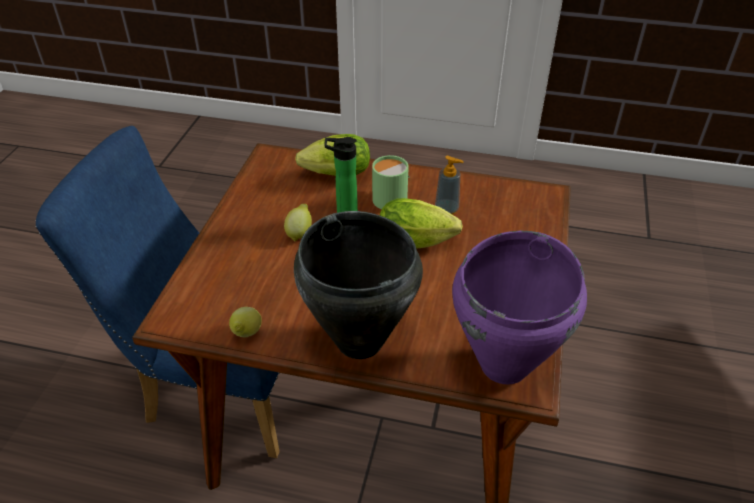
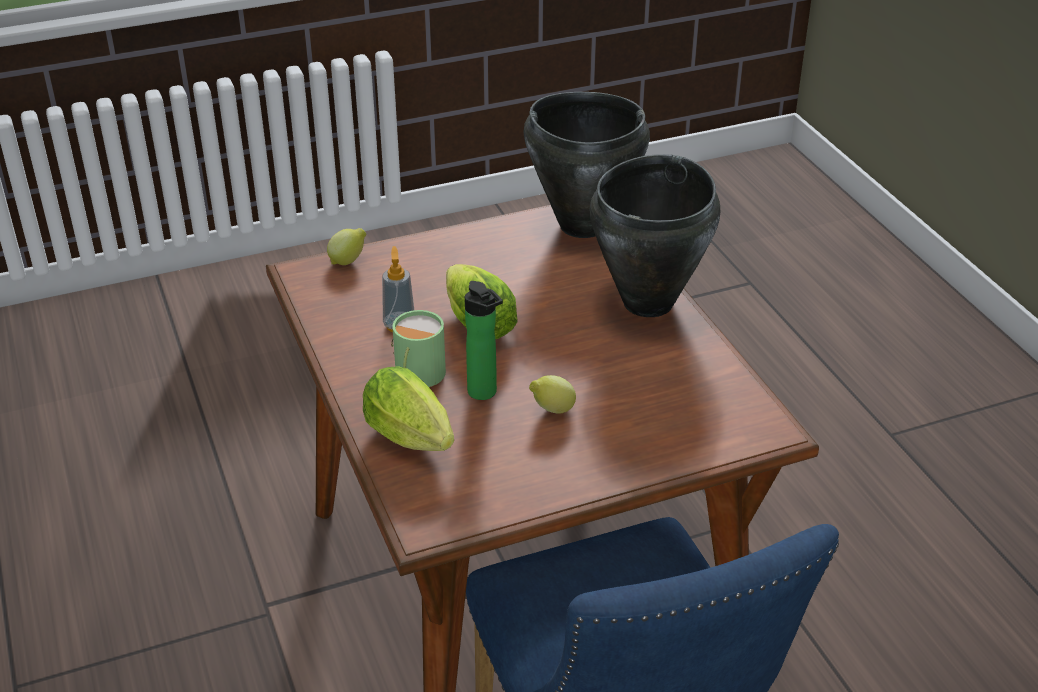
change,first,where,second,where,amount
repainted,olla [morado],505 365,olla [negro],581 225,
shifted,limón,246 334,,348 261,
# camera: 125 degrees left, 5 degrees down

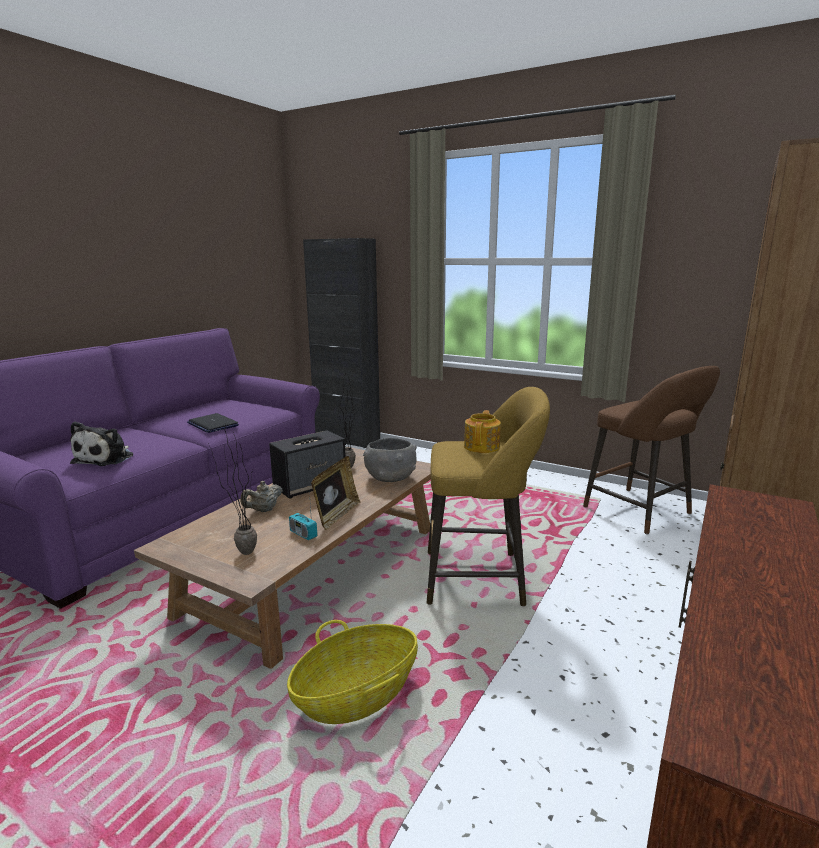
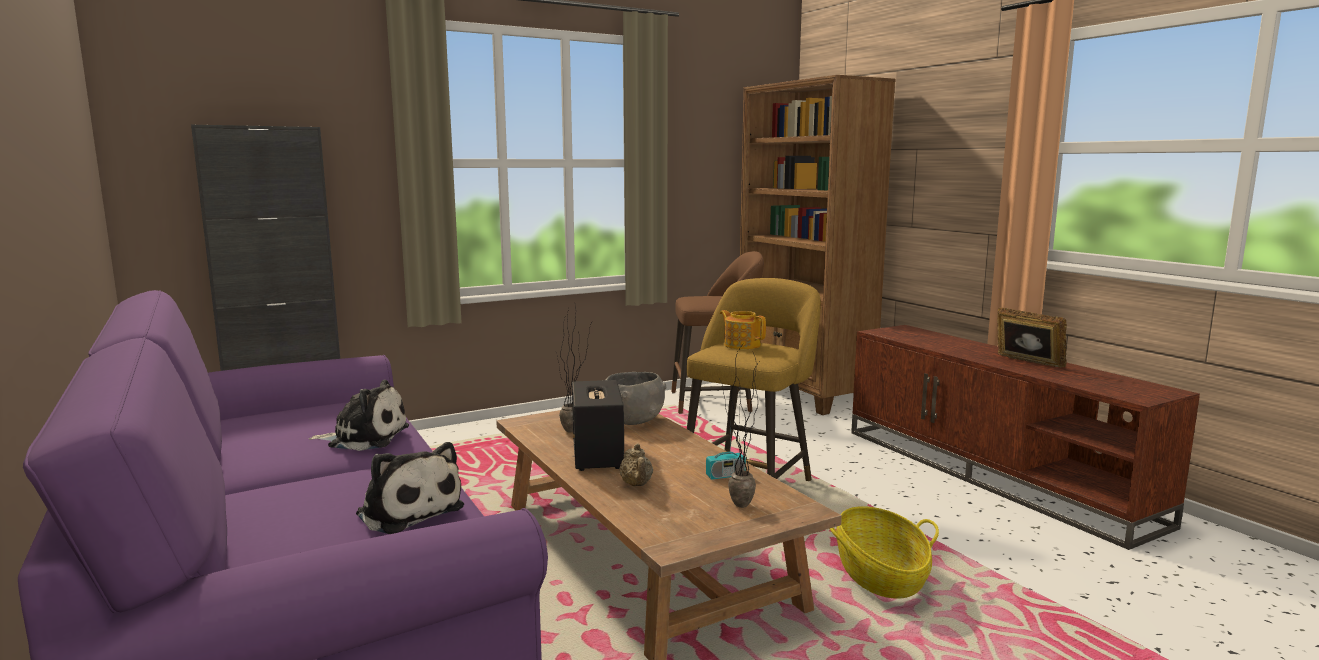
change,first,where,second,where,amount
swapped,portátil,212 424,peluche,364 437,
shifted,portarretratos,336 515,,1027 363,
# camera: 60 degrees left, 5 degrees down

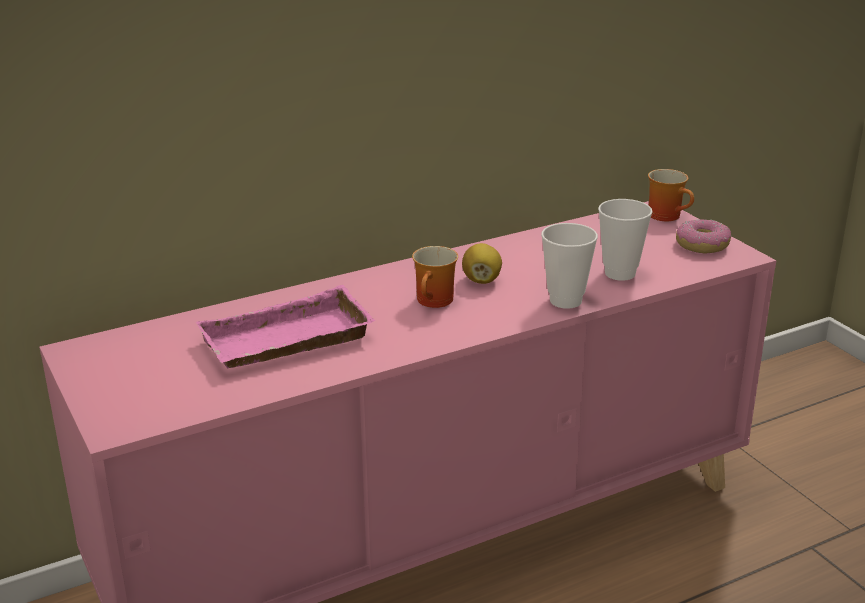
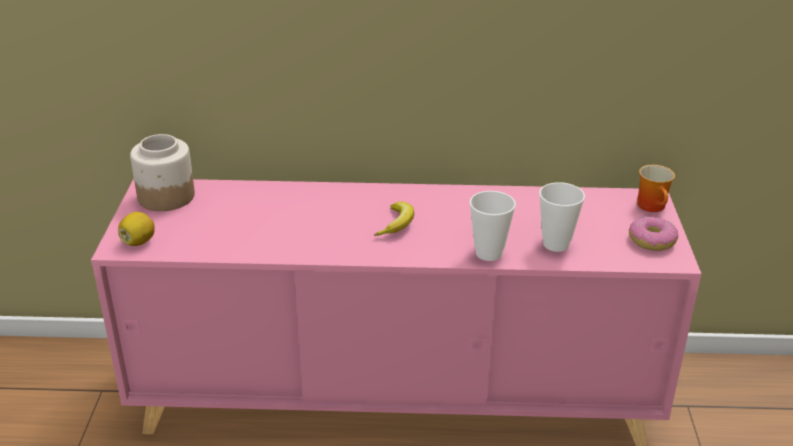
change,first,where,second,where,amount
shifted,limón,481 280,,138 242,
swapped,taza grande,436 302,plátano,397 224,
gone,bandeja [rosa],286 343,,,
new,,,tarro,165 197,
# camera: 30 degrees right, 5 degrees up

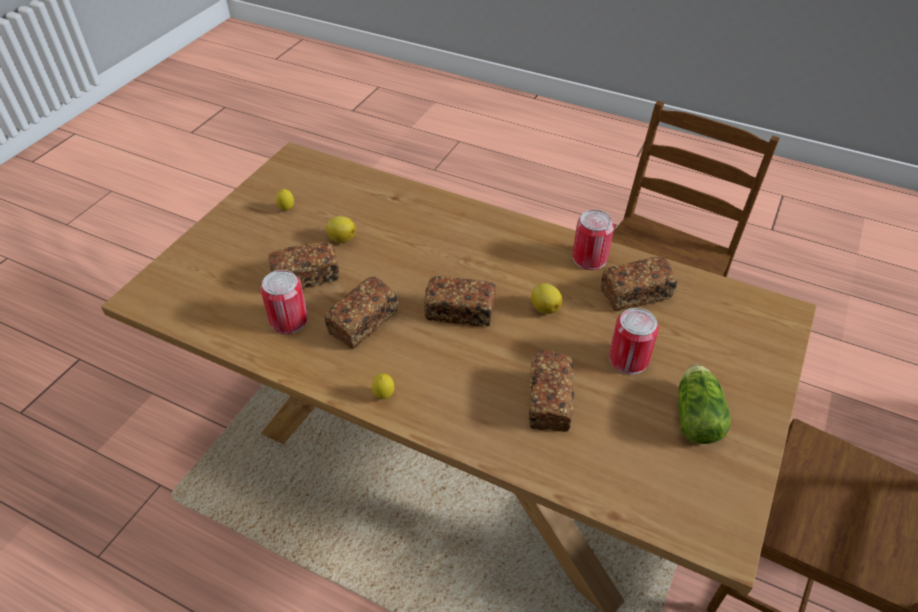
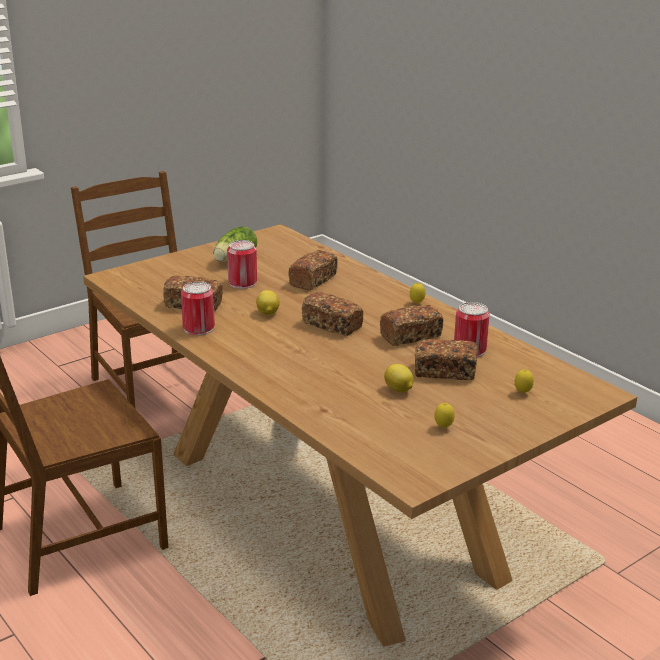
change,first,where,second,where,amount
new,,,limón,522 393,
# camera: 155 degrees left, 20 degrees down

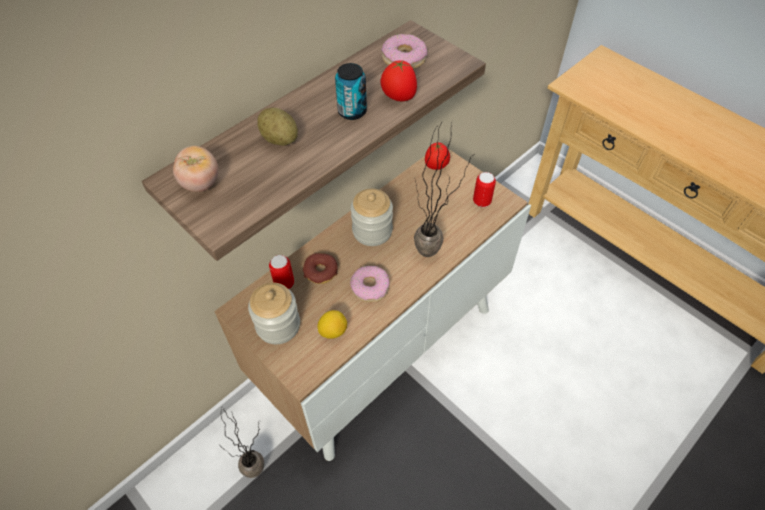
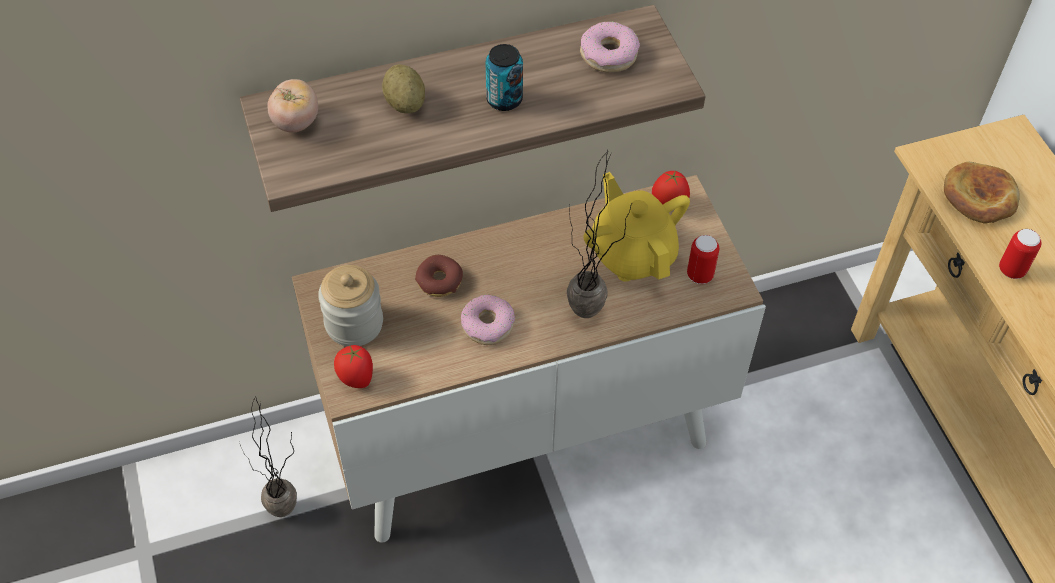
change,first,where,second,where,amount
shifted,tomate,398 97,,356 378,
gone,tarro,372 231,,,
shifted,lata,284 284,,1011 270,
gone,limón,333 331,,,
new,,,pan,979 196,
new,,,tetera [amarillo],632 254,
# camera: 25 degrees right, 0 degrees up

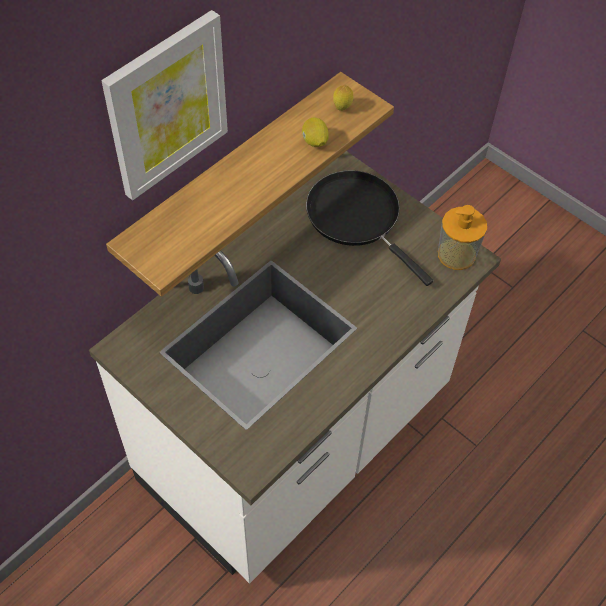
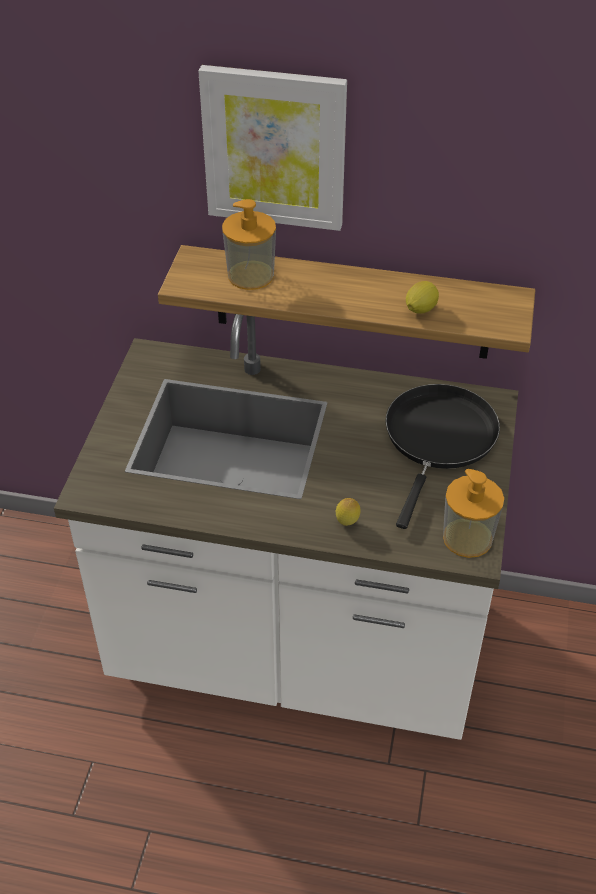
change,first,where,second,where,amount
shifted,limón,342 108,,347 523,
new,,,dispensador de jabón,250 275,
# camera: 60 degrees right, 10 degrees down

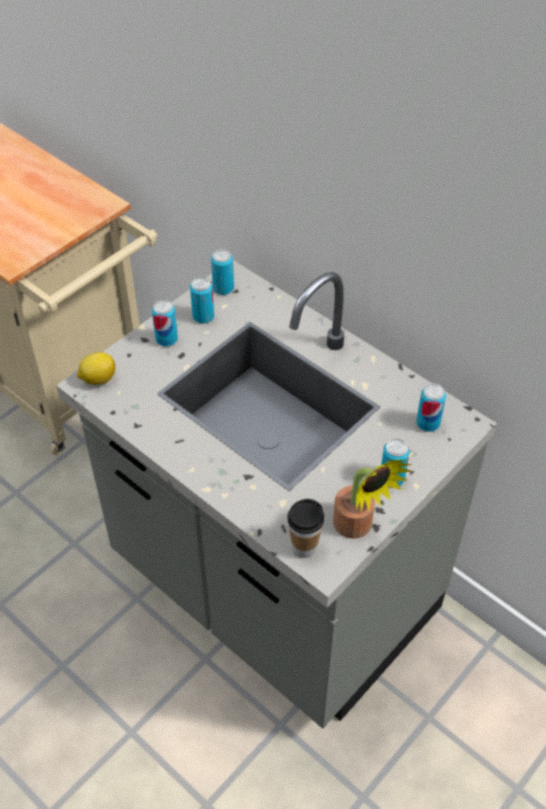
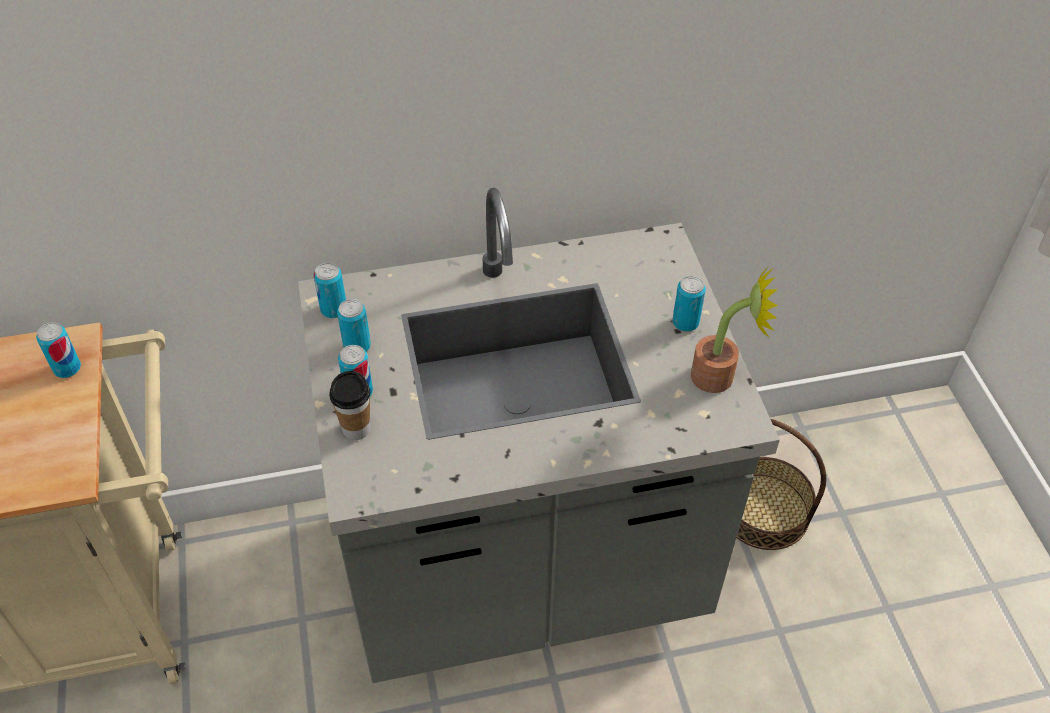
change,first,where,second,where,amount
gone,limón,98 379,,,
shifted,lata,428 423,,67 368,
shifted,taza,304 547,,356 429,
new,,,cesta,764 511,
# camera: 55 degrees left, 0 degrees up

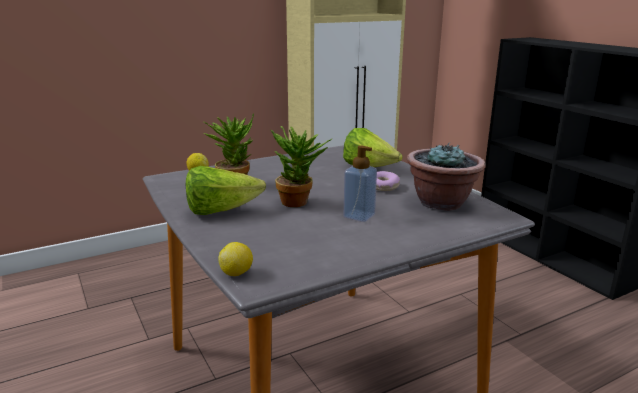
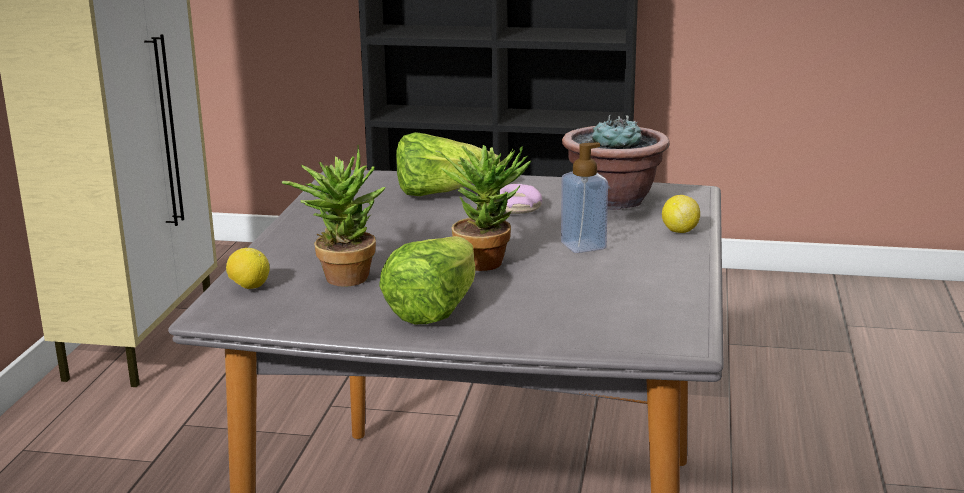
change,first,where,second,where,amount
shifted,limón,236 273,,680 231,
# camera: 50 degrees left, 0 degrees up

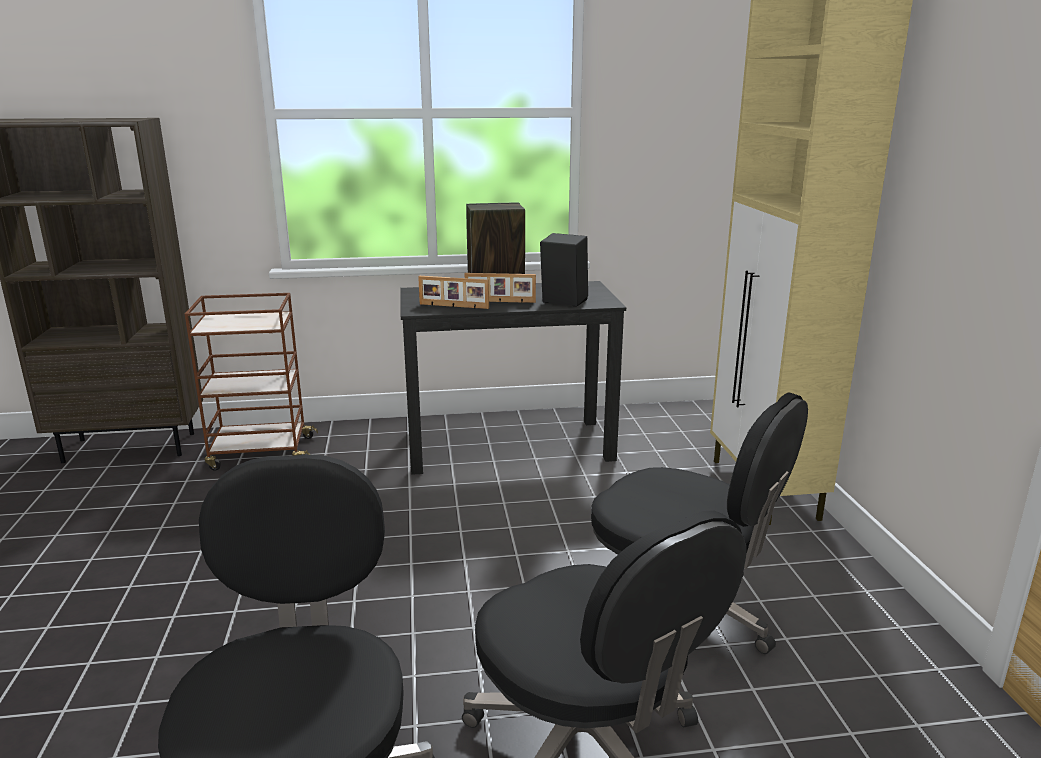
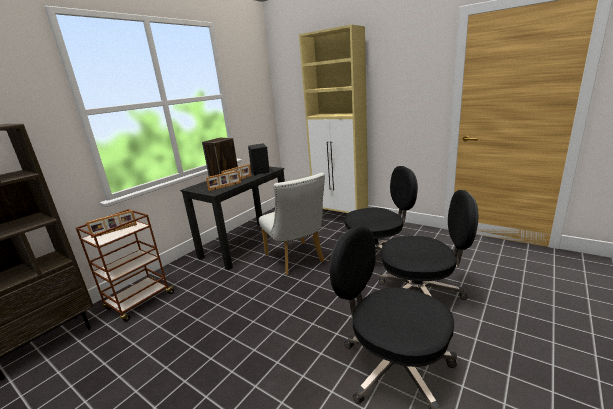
change,first,where,second,where,amount
new,,,silla [blanco],296 260,
new,,,portarretratos,115 231,
# camera: 45 degrees left, 0 degrees up

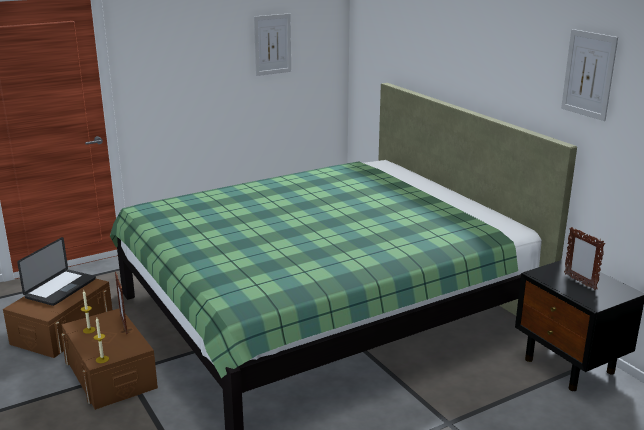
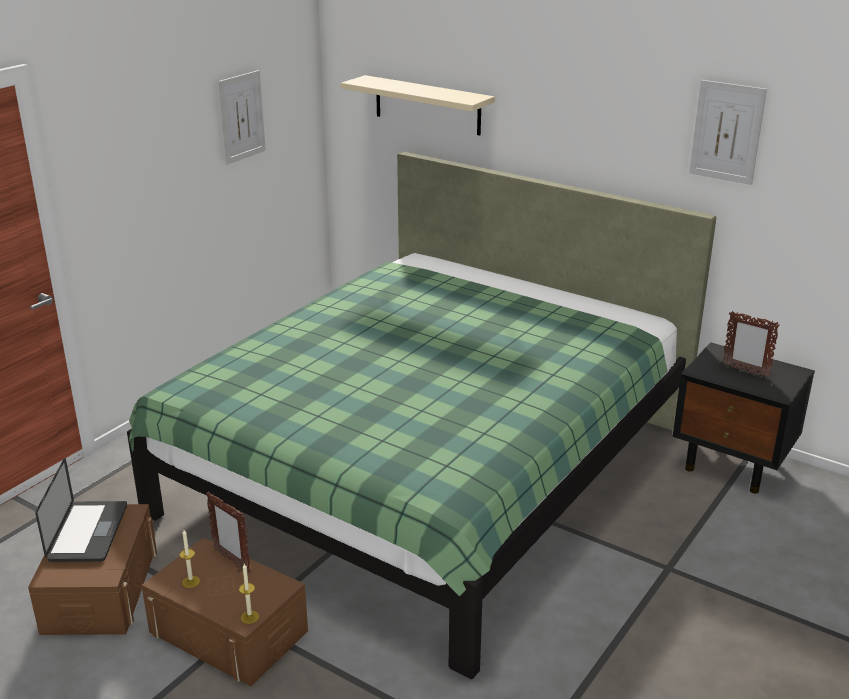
change,first,where,second,where,amount
new,,,estante [beis],427 105,
# camera: 25 degrees left, 5 degrees up

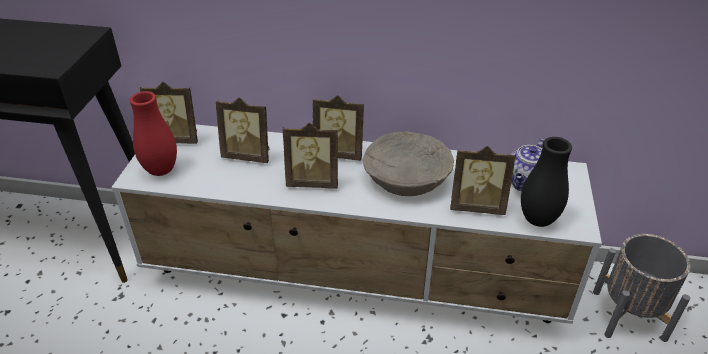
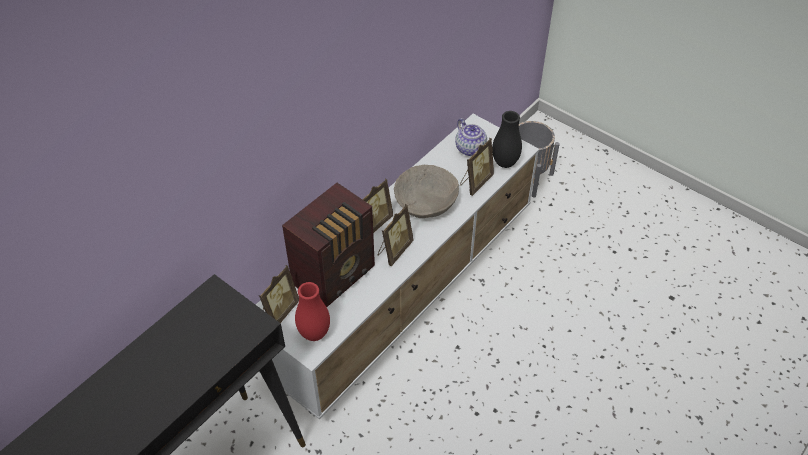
change,first,where,second,where,amount
swapped,portarretratos,248 155,radio,336 275,
# camera: 60 degrees left, 10 degrees up

